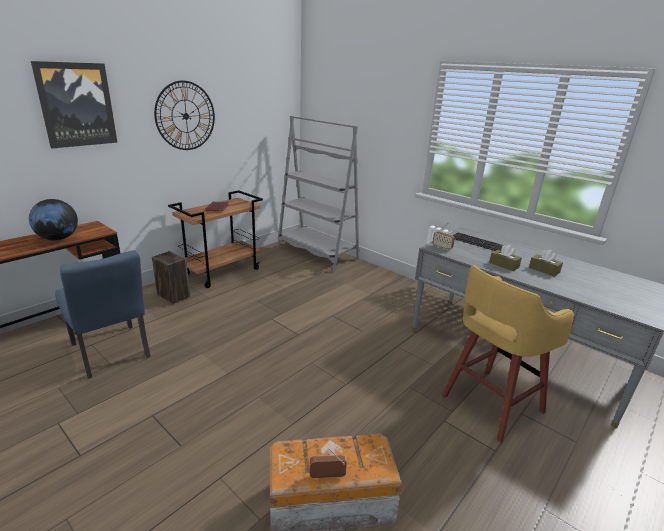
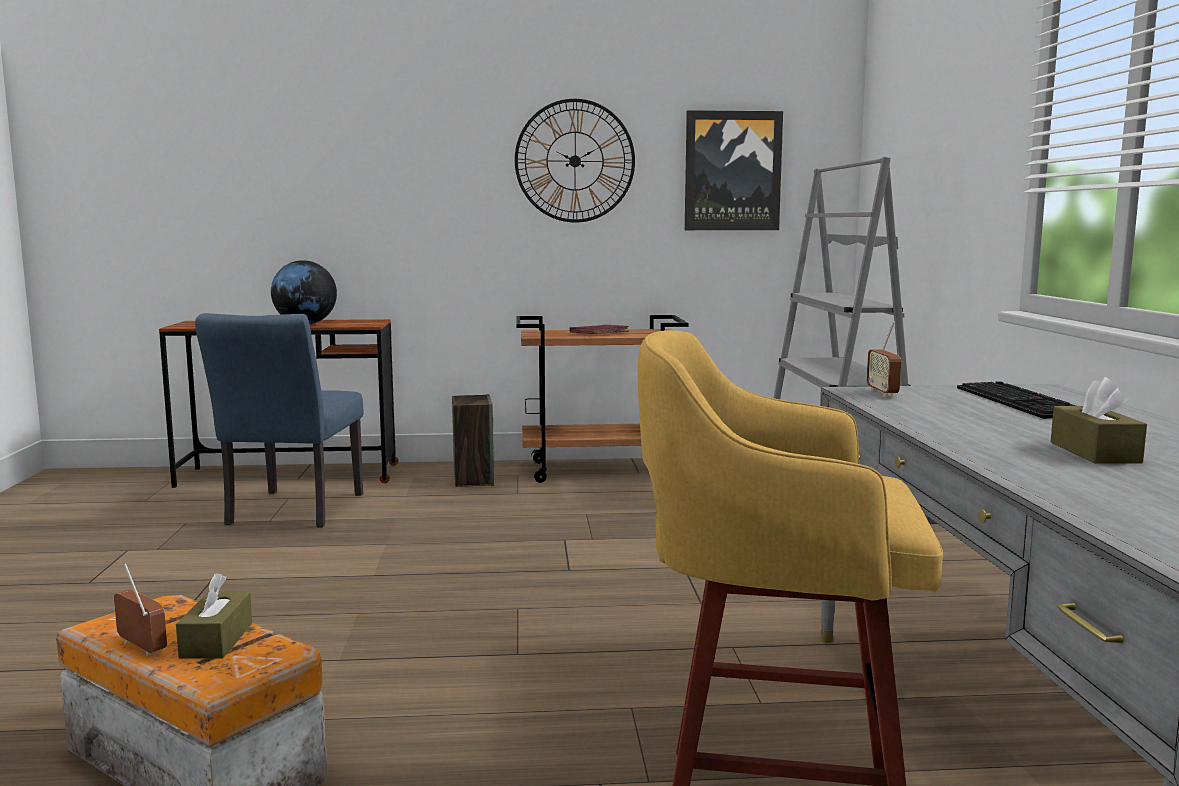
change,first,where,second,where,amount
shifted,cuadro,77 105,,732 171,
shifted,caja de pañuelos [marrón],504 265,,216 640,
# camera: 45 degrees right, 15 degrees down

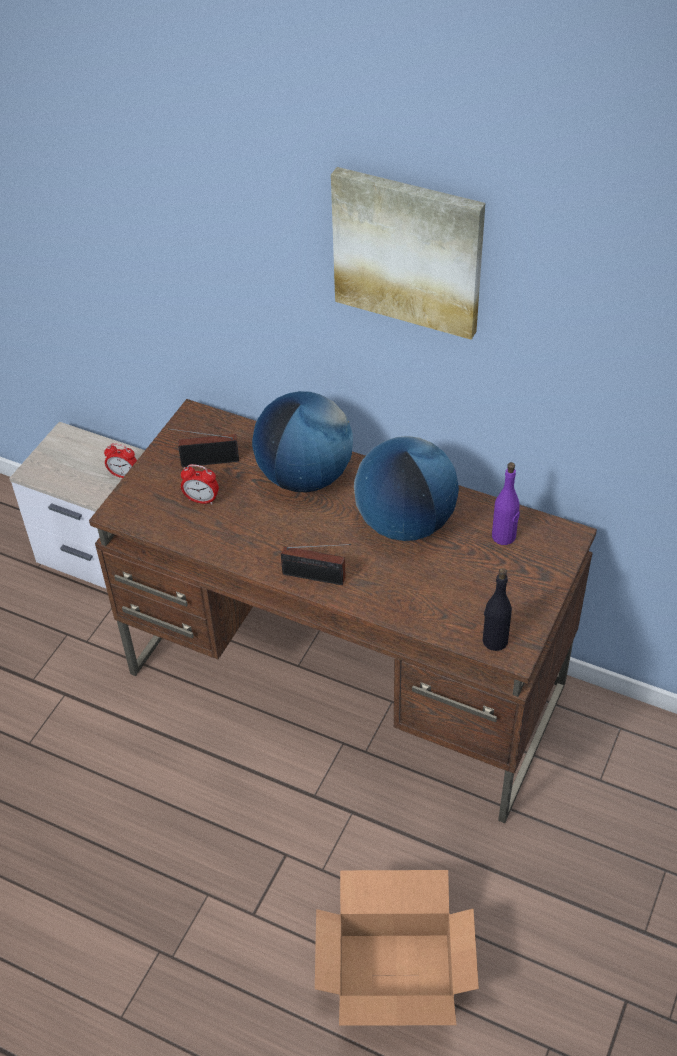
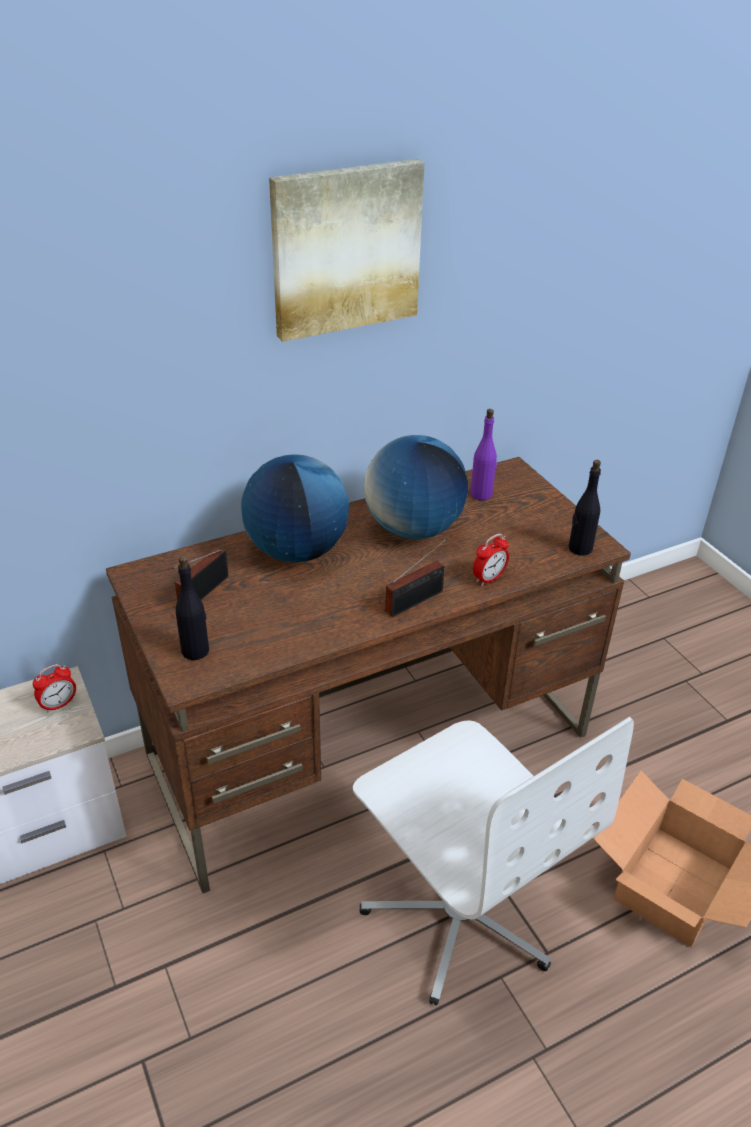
change,first,where,second,where,amount
shifted,despertador,201 500,,489 578,
new,,,botella [negro],196 650,
new,,,silla de oficina [blanco],460 912,
# camera: 55 degrees left, 10 degrees down

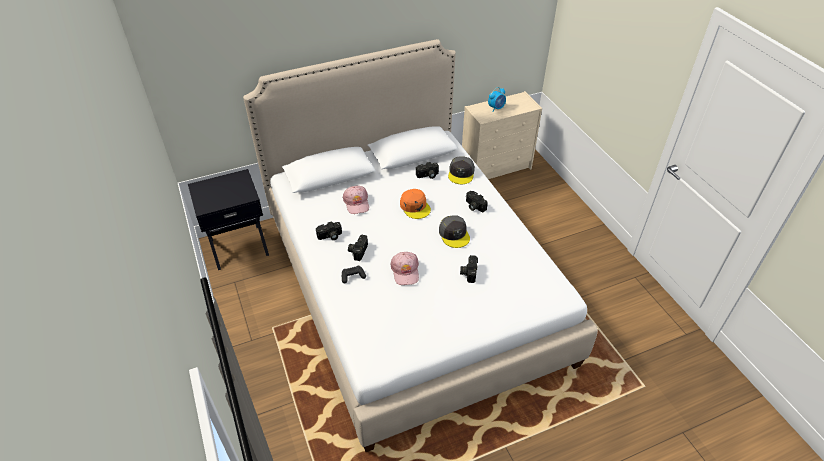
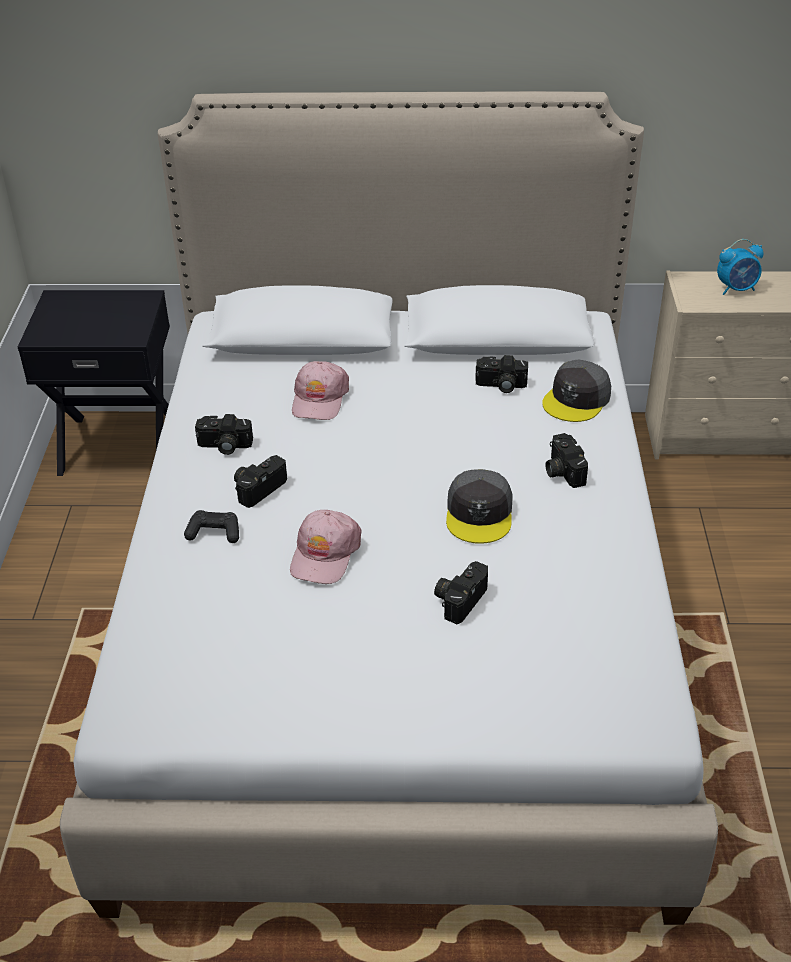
change,first,where,second,where,amount
gone,gorra [naranja],415 207,,,
# camera: 25 degrees right, 5 degrees down

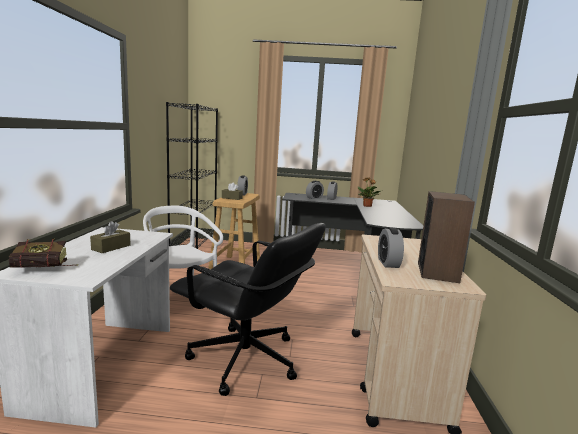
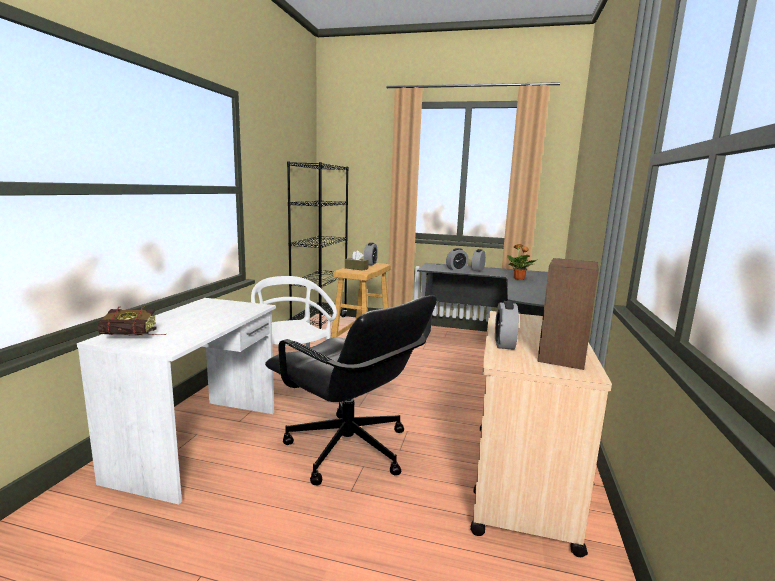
change,first,where,second,where,amount
gone,caja de pañuelos [marrón],111 247,,,
# camera: 10 degrees right, 0 degrees up

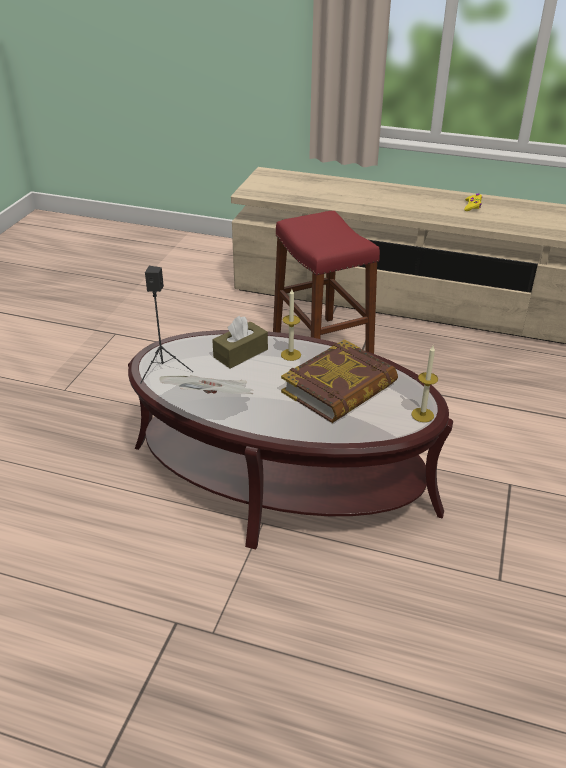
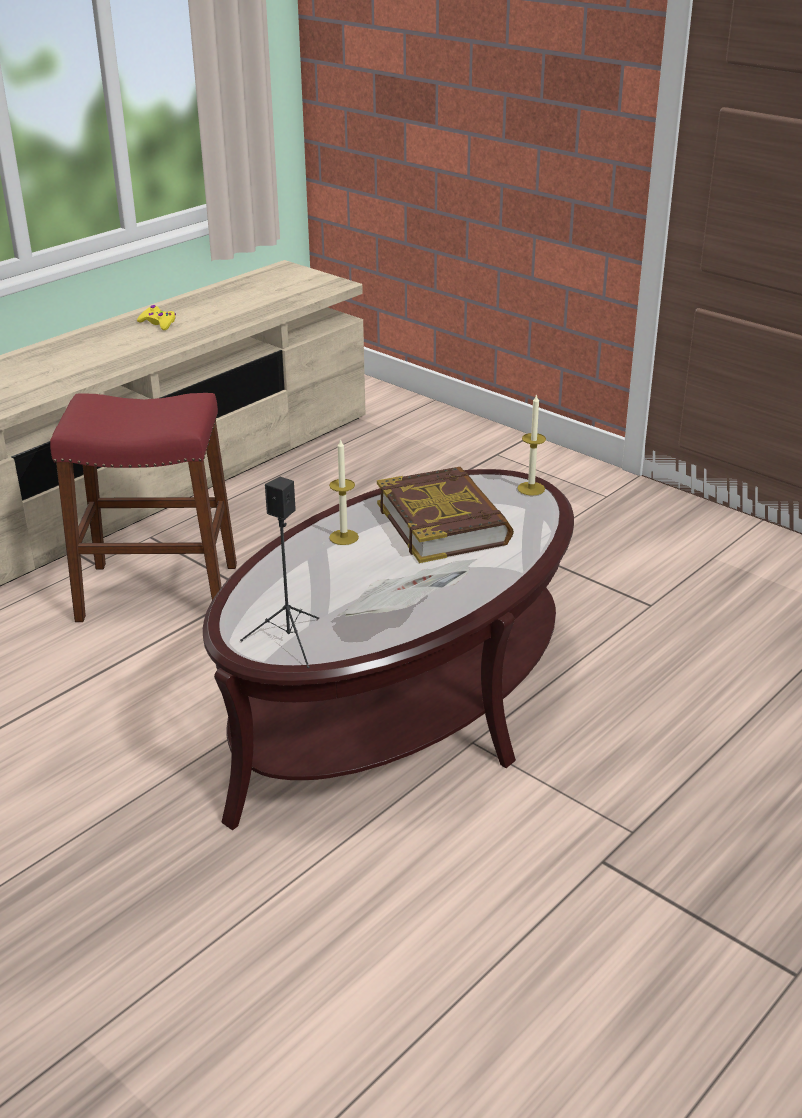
change,first,where,second,where,amount
gone,caja de pañuelos [marrón],240 353,,,
# camera: 65 degrees left, 5 degrees down

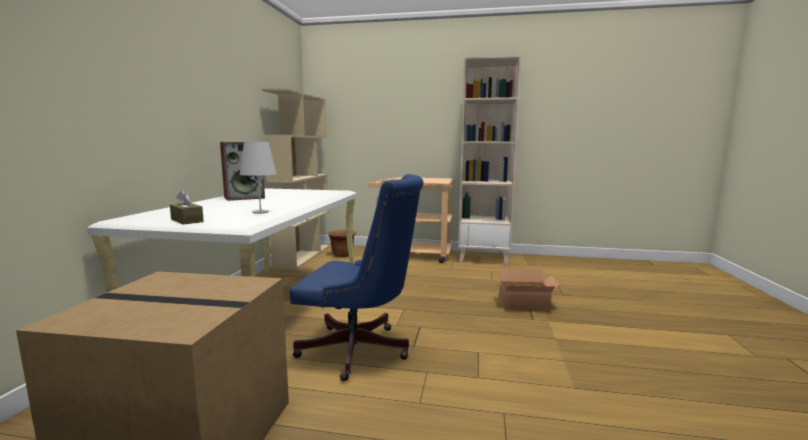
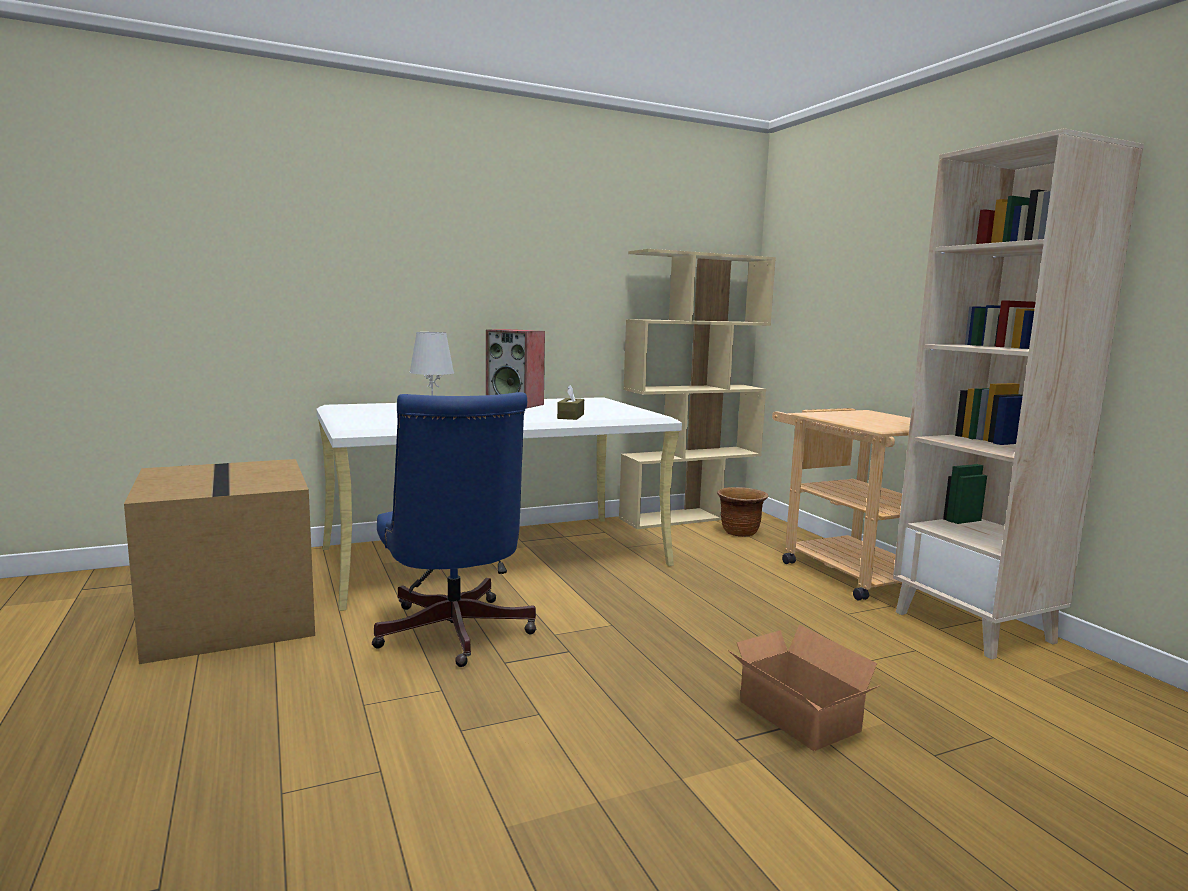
change,first,where,second,where,amount
shifted,caja de pañuelos [marrón],187 220,,570 416,
# camera: 55 degrees right, 0 degrees up

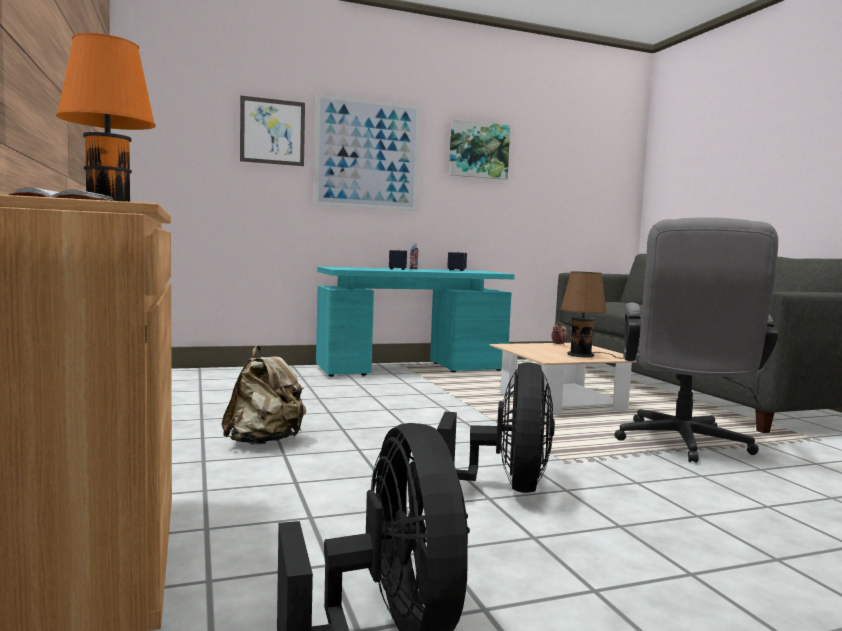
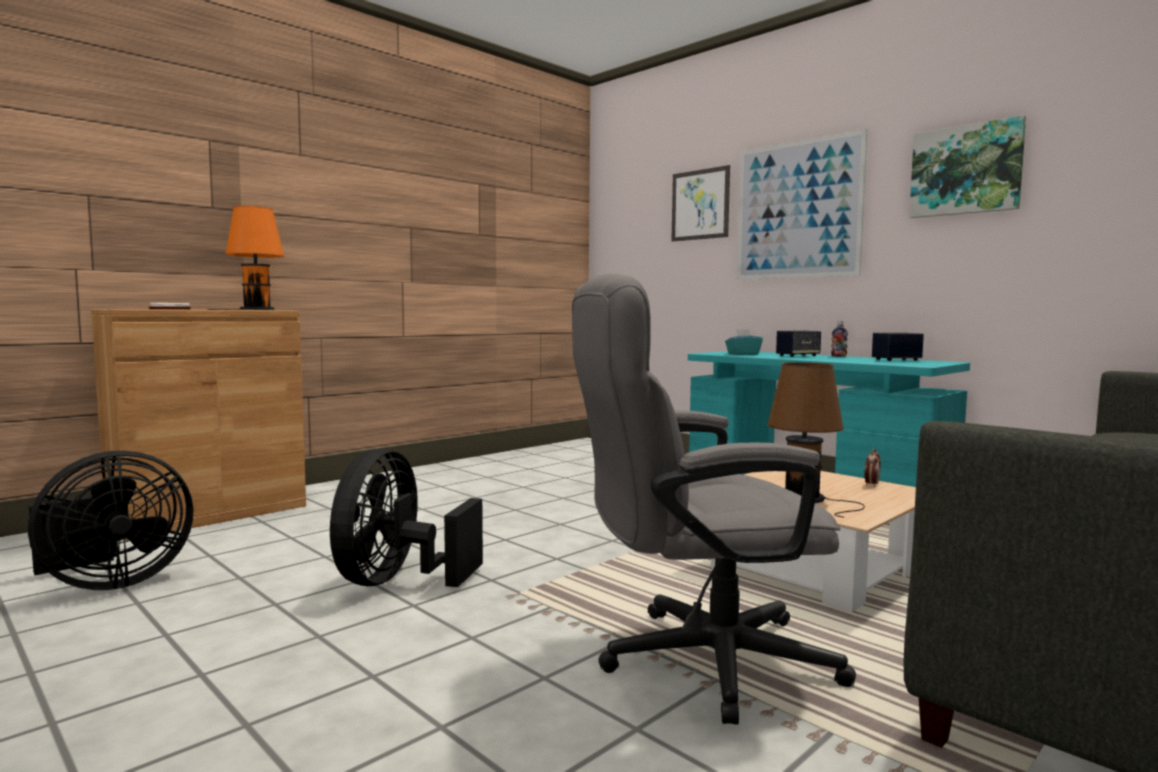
change,first,where,second,where,amount
gone,mochila [beis],264 442,,,
rotated,ventilador [negro],505 488,,397 581,120 degrees clockwise
new,,,caja de pañuelos [turquesa],743 354,
# camera: 65 degrees right, 0 degrees up

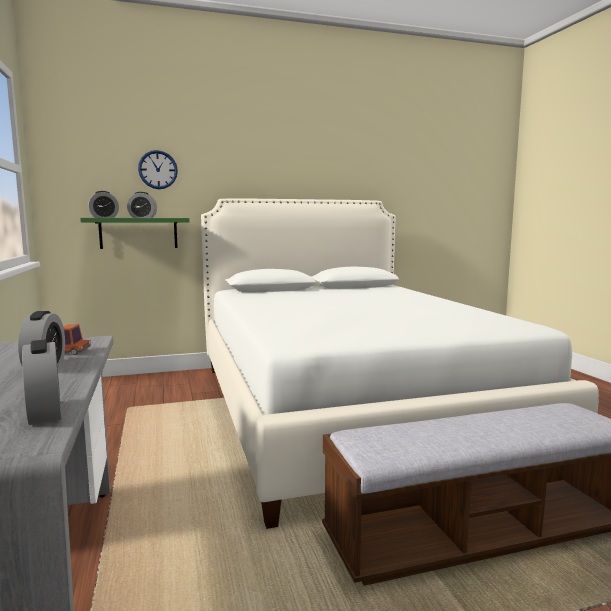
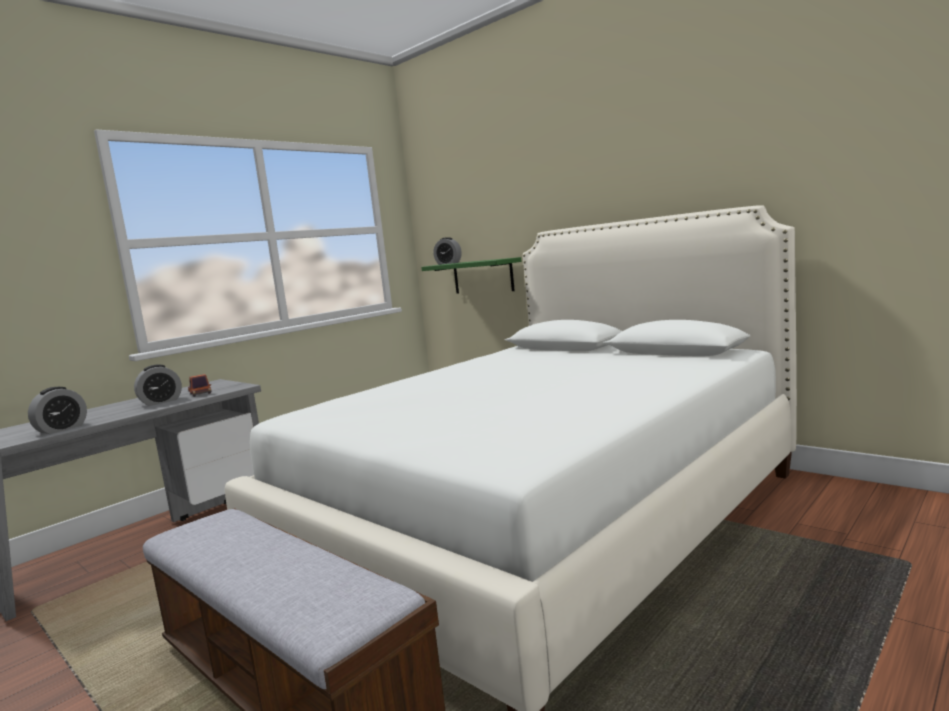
change,first,where,second,where,amount
gone,reloj de pared,158 169,,,
gone,despertador,142 217,,,
# camera: 60 degrees right, 0 degrees up

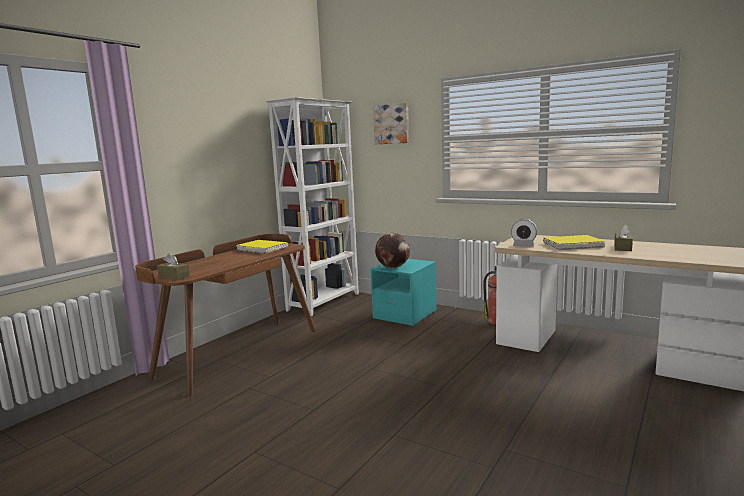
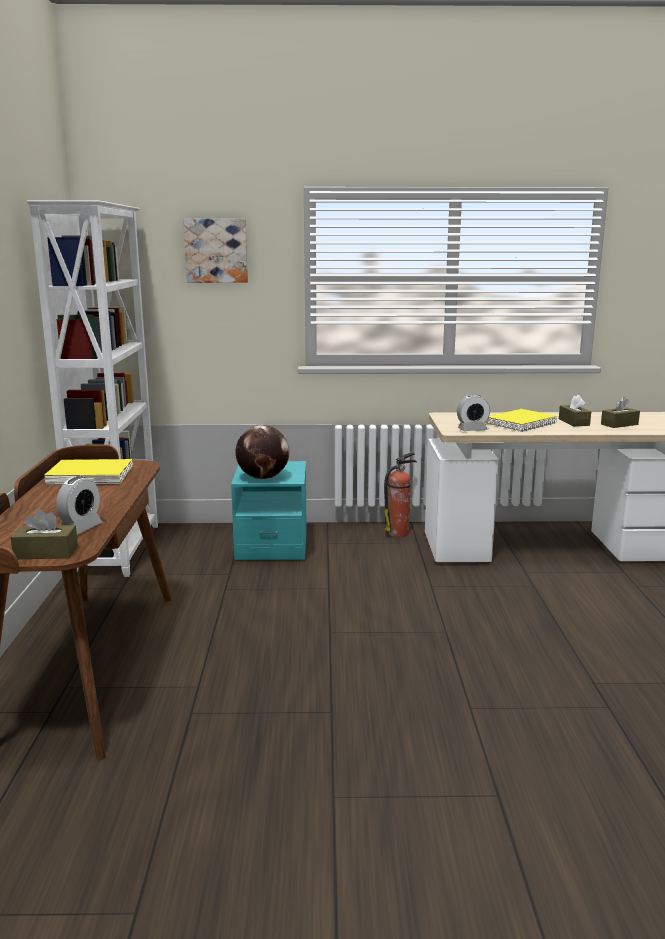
change,first,where,second,where,amount
new,,,caja de pañuelos [marrón],619 424,
new,,,despertador,81 528,
# camera: 35 degrees left, 5 degrees up

